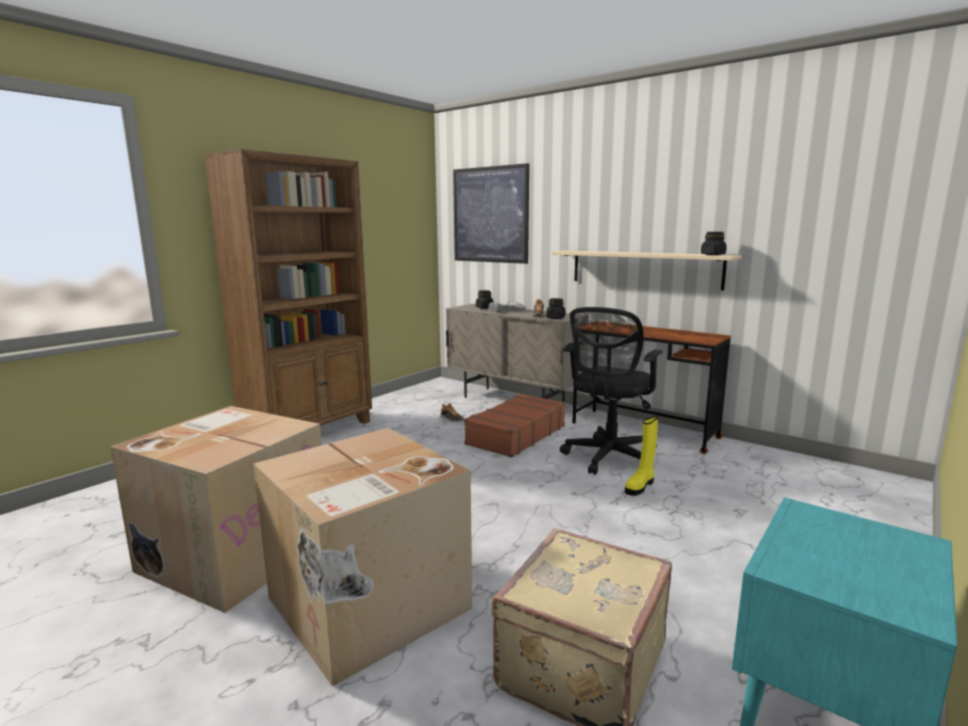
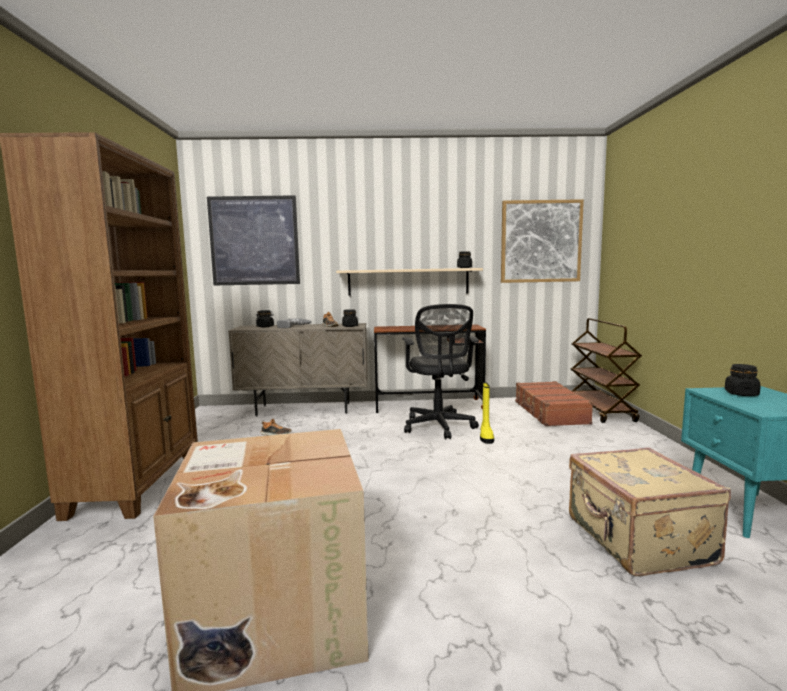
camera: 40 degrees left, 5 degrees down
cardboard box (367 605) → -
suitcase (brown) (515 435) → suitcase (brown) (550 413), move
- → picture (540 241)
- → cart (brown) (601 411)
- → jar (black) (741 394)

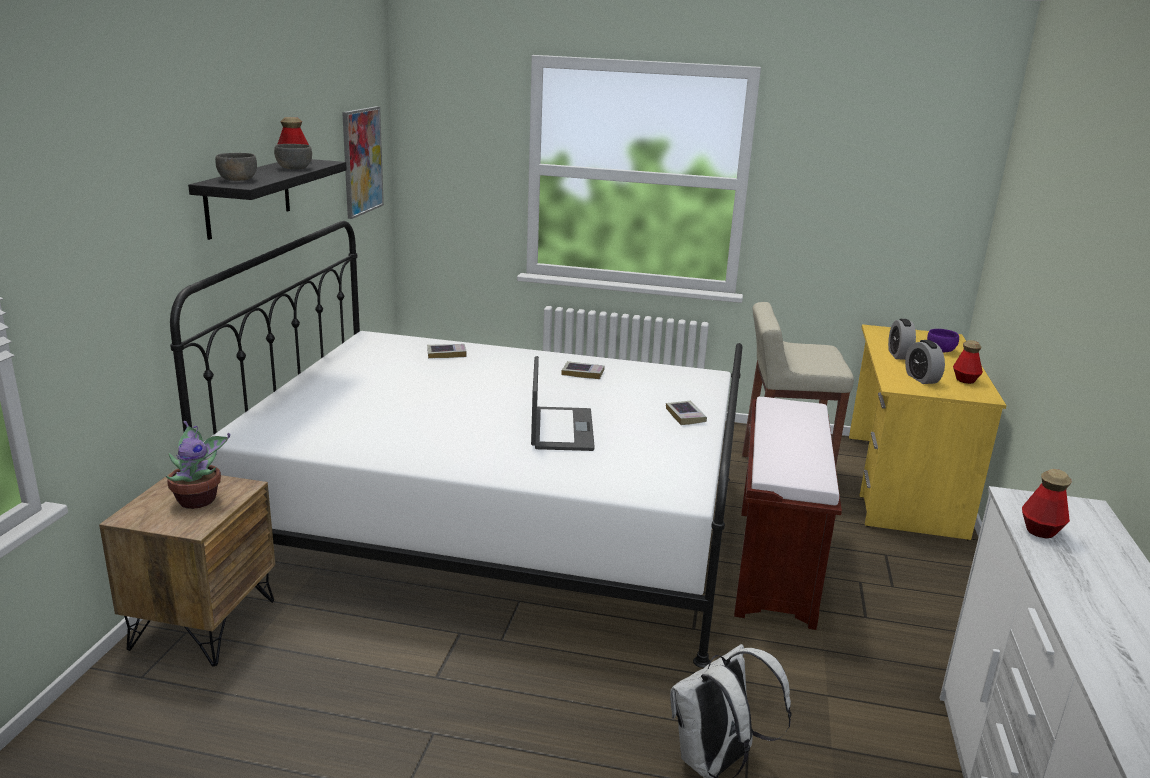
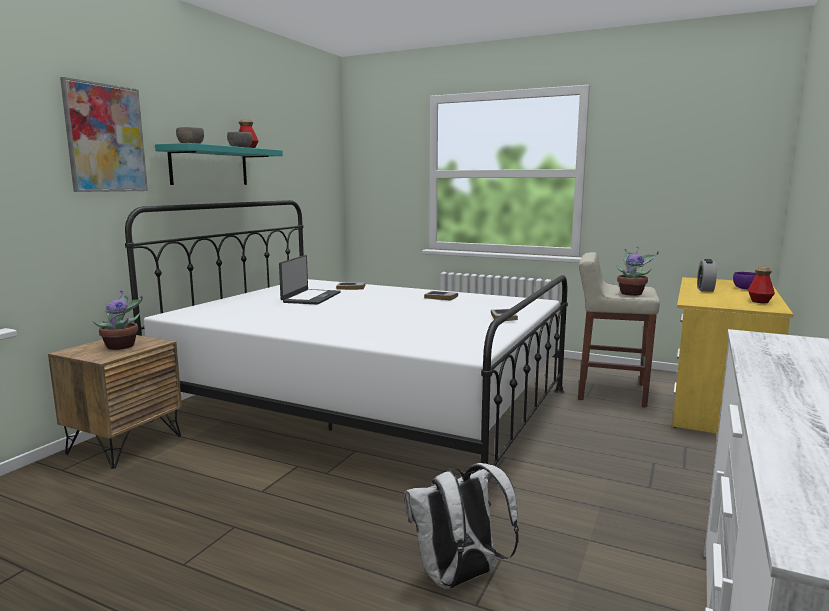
camera: 15 degrees right, 10 degrees down
shelf (black) (248 197) → shelf (turquoise) (209 166)
picture (362 161) → picture (105 138), move
laptop (560 429) → laptop (310 297), move
bench (brown) (773 563) → -
alarm clock (921 378) → -
bottle (1040 530) → -
- → potted plant (632 293)

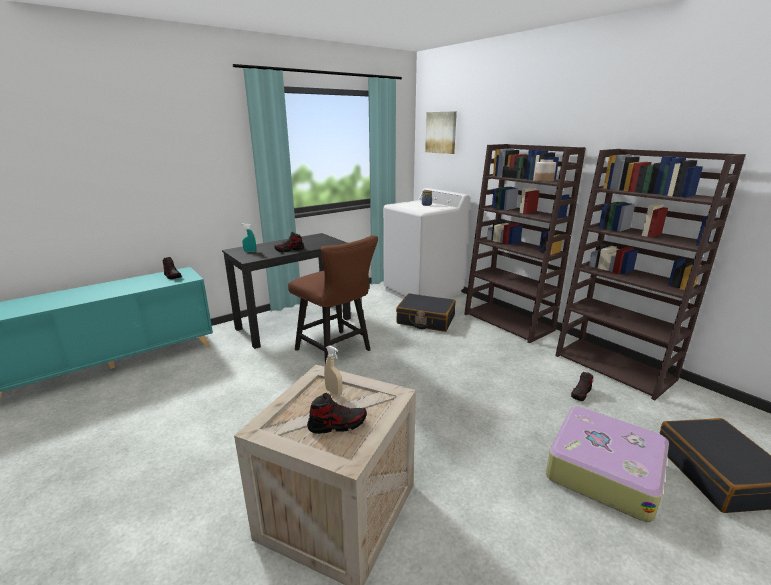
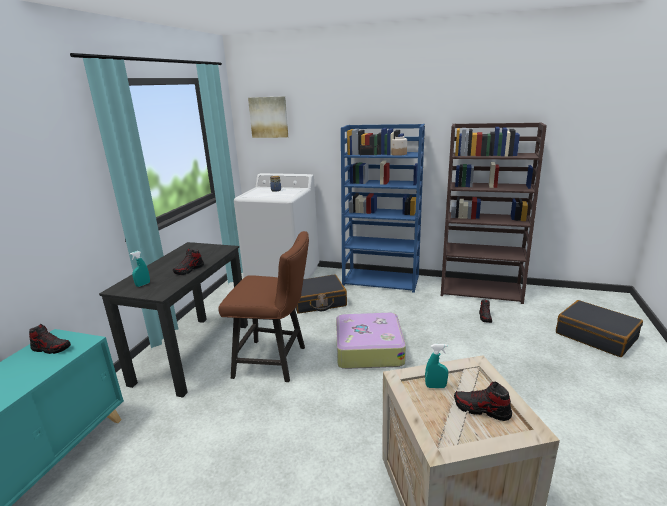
camera: 35 degrees left, 0 degrees up
shoe (337 424) → shoe (481 410), 105 degrees counterclockwise
spray bottle (beige) (334 392) → spray bottle (turquoise) (435 386)
bookcase (brown) (509 322) → bookcase (blue) (381 280)
suitcase (603 470) → suitcase (368 349), move

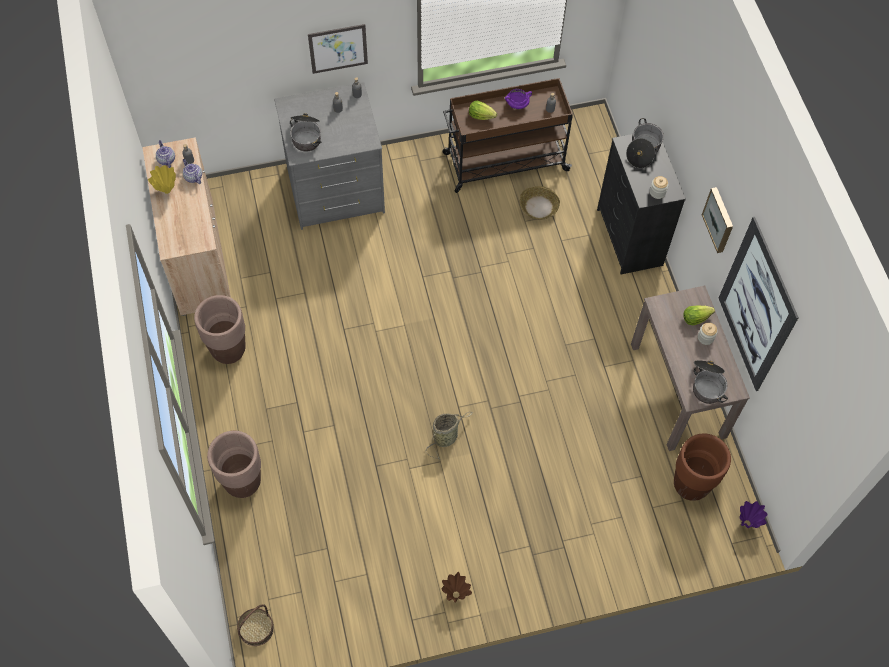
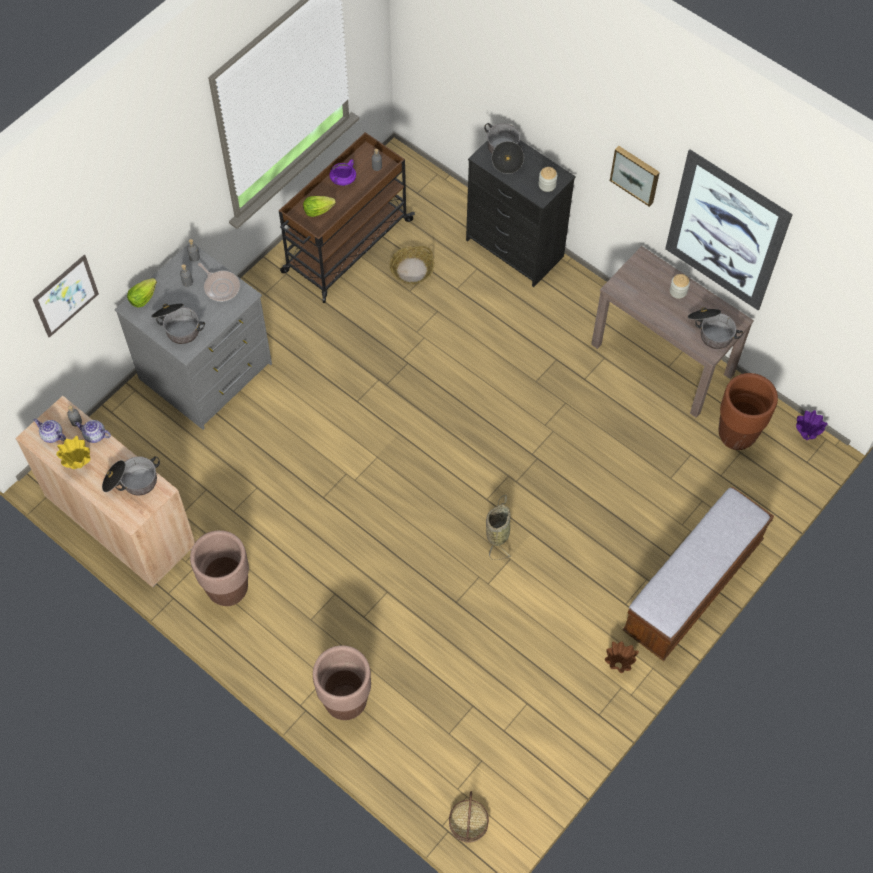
camera: 35 degrees left, 0 degrees up
picture (338 48) → picture (65 296), move
lettuce (695 318) → lettuce (143 298), move
- → cooking pot (131 481)
- → frying pan (221 287)
- → bench (692 586)

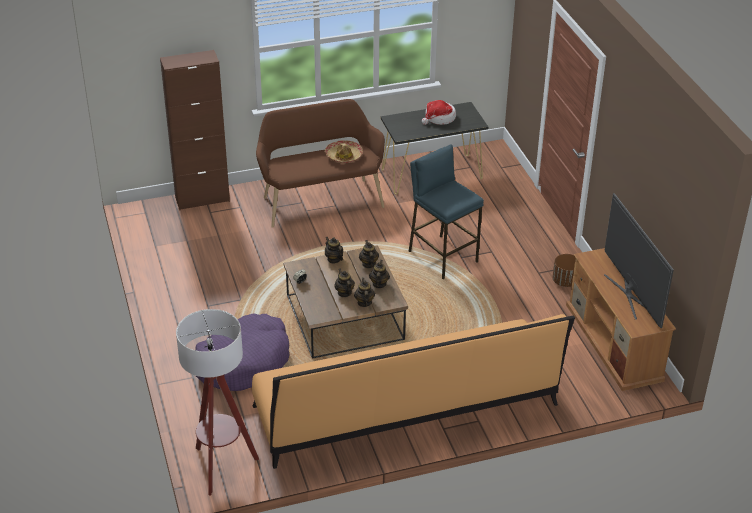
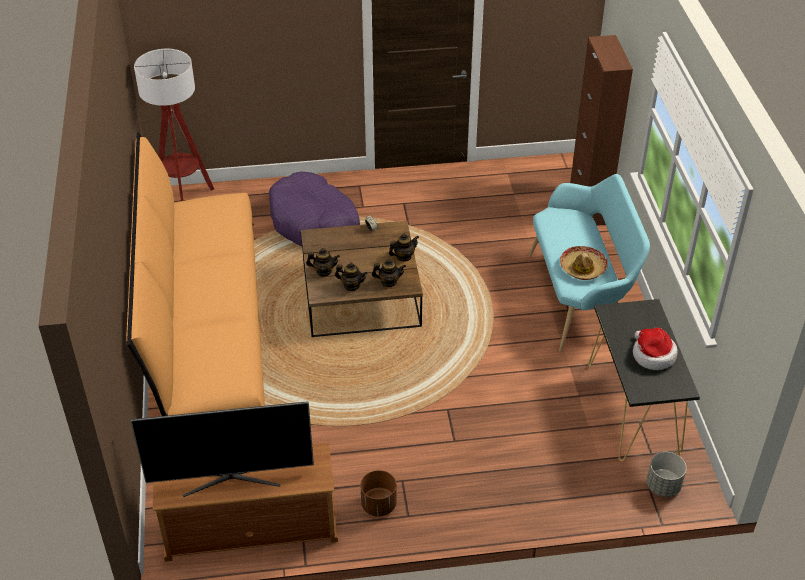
camera: 100 degrees right, 5 degrees up
bench (brown) (320 200) → bench (turquoise) (580 298)
teapot (344 293) → -
stool (blue) (442 256) → -
- → planter (grey) (663 486)

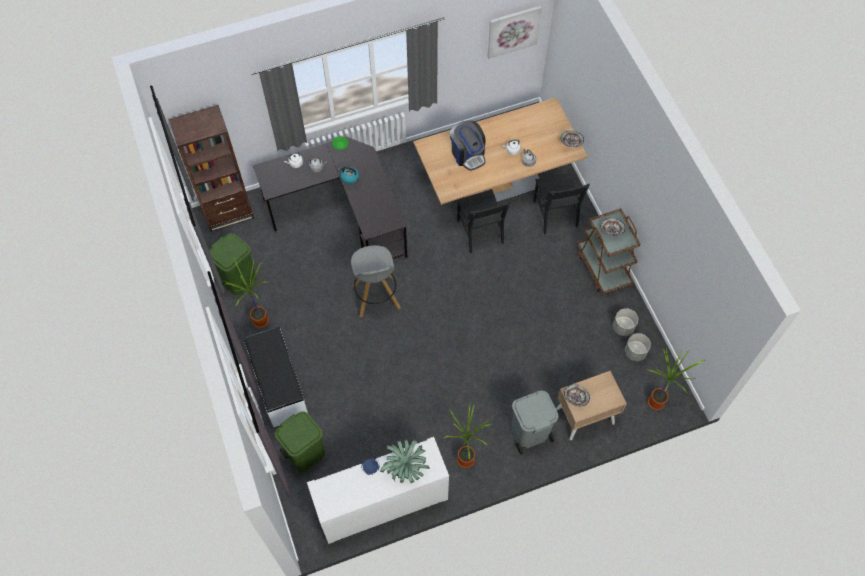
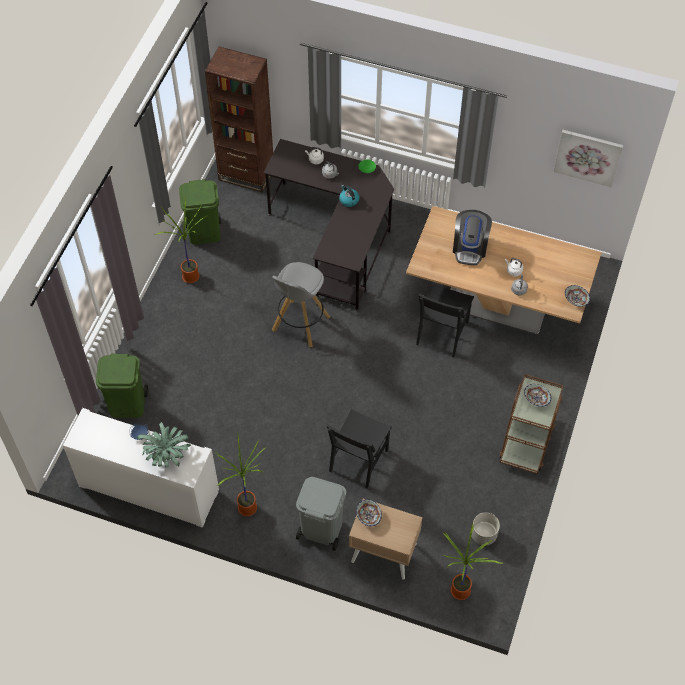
camera: 40 degrees right, 5 degrees down
bench (white) (278 385) → -
chair (black) (555 213) → chair (black) (358 460), move
planter (grey) (623 327) → -

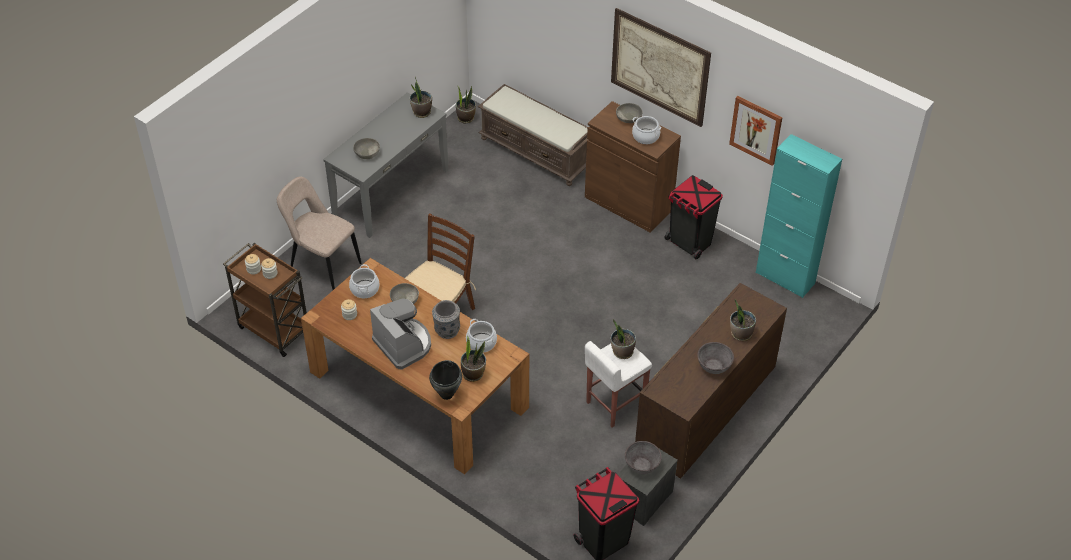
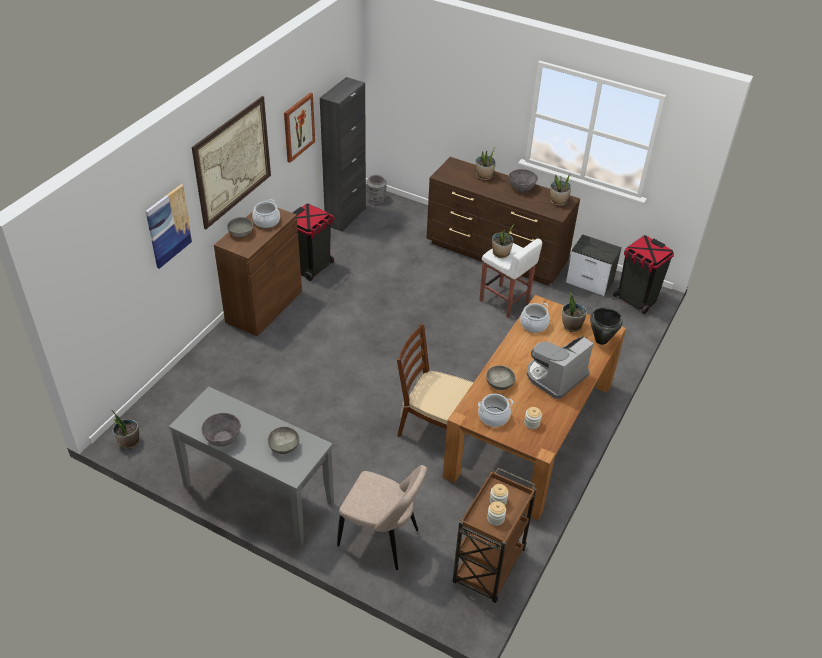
camera: 100 degrees left, 5 degrees down
chair (beige) (322 264) → chair (beige) (382 539), 90 degrees counterclockwise
potted plant (421 112) → potted plant (558 201), move
vase (grey) (447 331) → vase (grey) (376 199), move
bench (brown) (536 152) → -
bowl (grey) (642 465) → bowl (grey) (222 438), move
cabinet (turquoise) (785 278) → cabinet (black) (345 217)
- → picture (168 226)

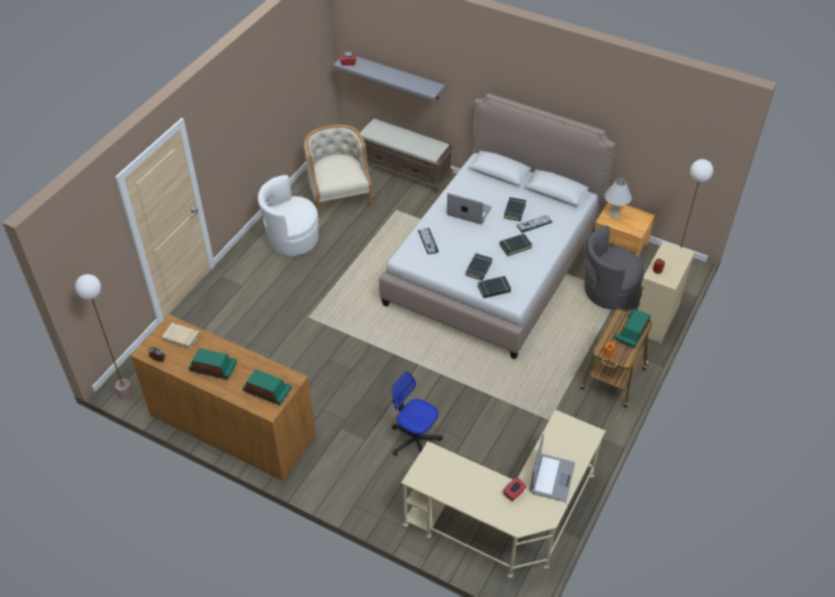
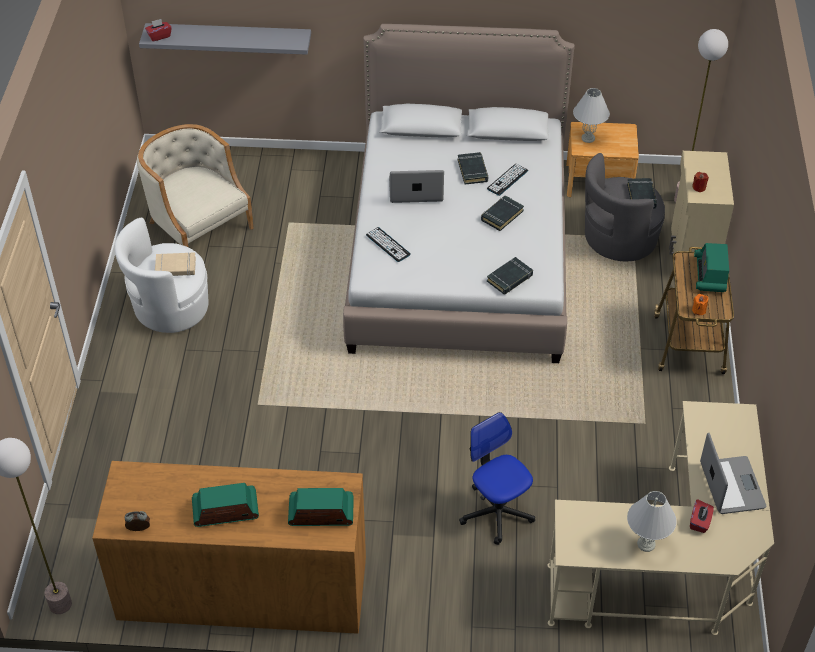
camera: 25 degrees left, 0 degrees up
book (beige) (181 338) → book (beige) (175 267), move
bench (brown) (405 169) → -
office chair (415 440) → office chair (497 512), 45 degrees clockwise
book (black) (479 268) → book (black) (641 196), move
- → table lamp (white) (646 544)

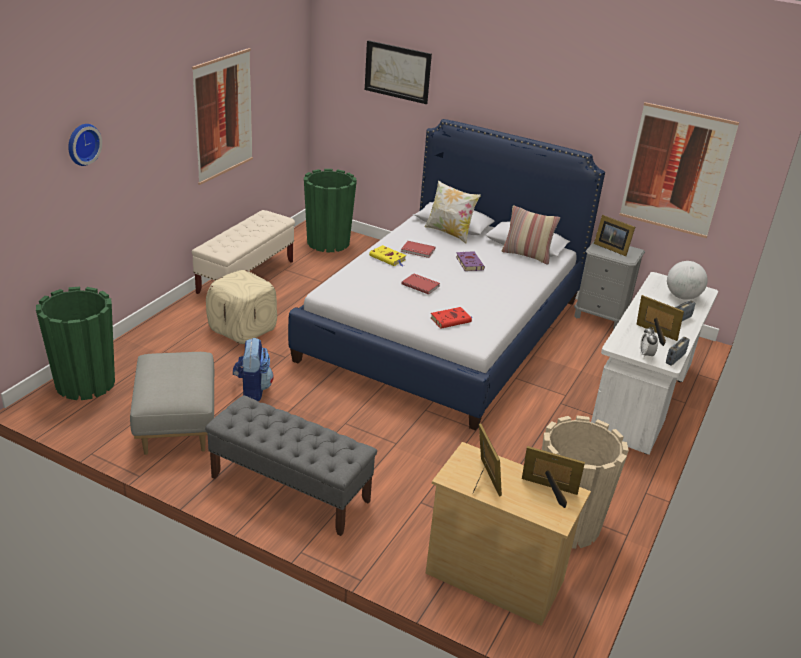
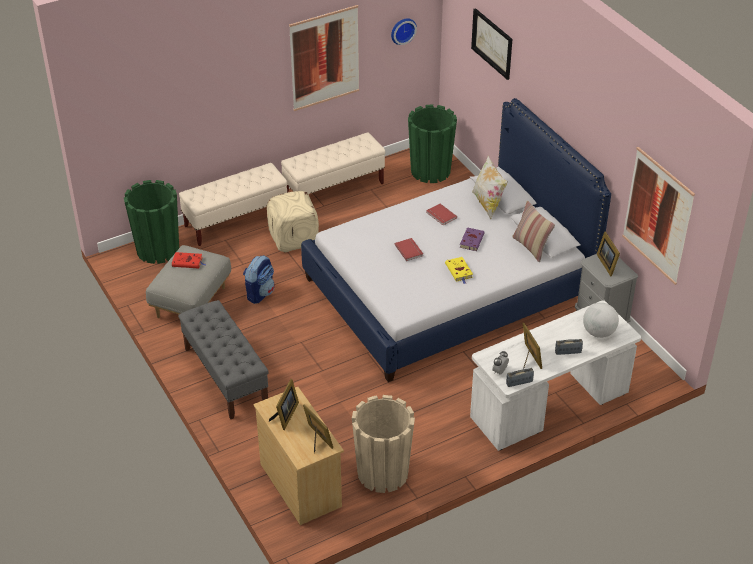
camera: 35 degrees right, 10 degrees up
wall clock (82 144) → wall clock (402 30), move
book (yellow) (388 258) → book (yellow) (459 271), move
book (red) (451 320) → book (red) (188 262), move
- → bench (beige) (236 221)

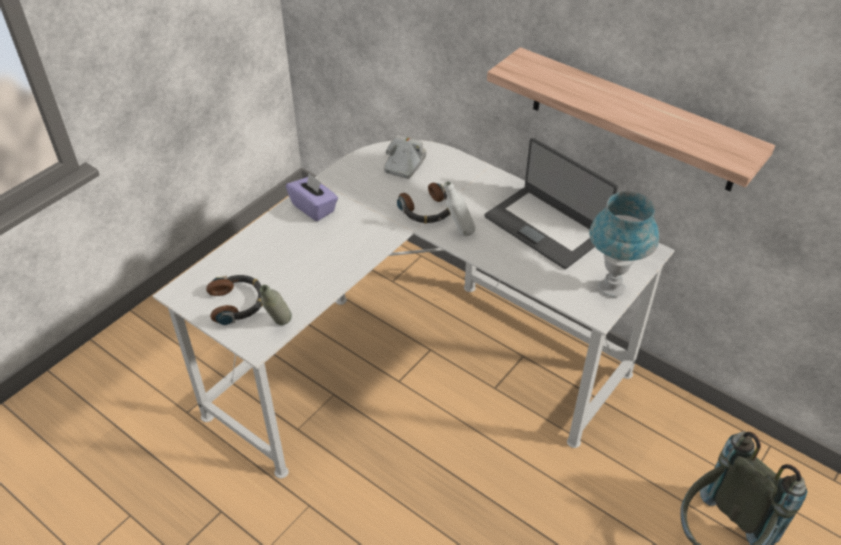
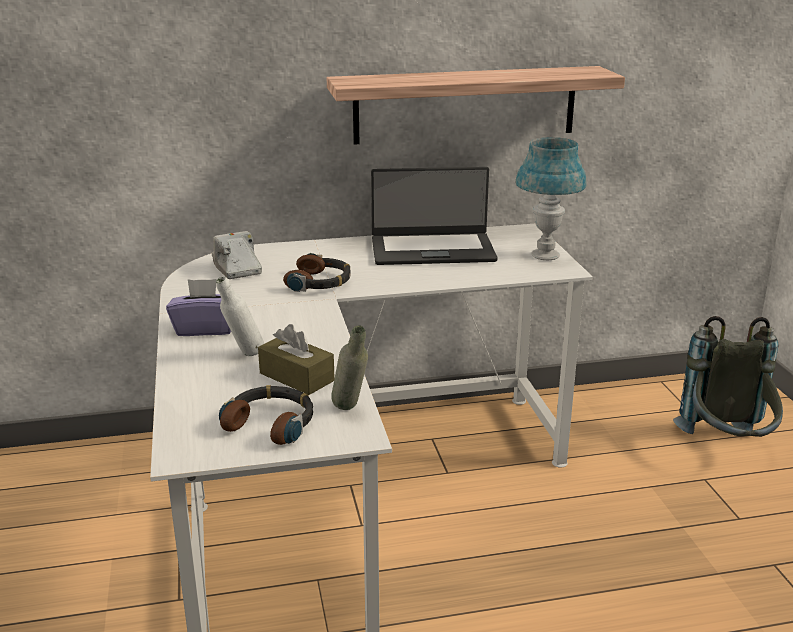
camera: 50 degrees left, 20 degrees down
bottle (white) (458 232) → bottle (white) (243 356), move
- → tissue box (brown) (296 377)

